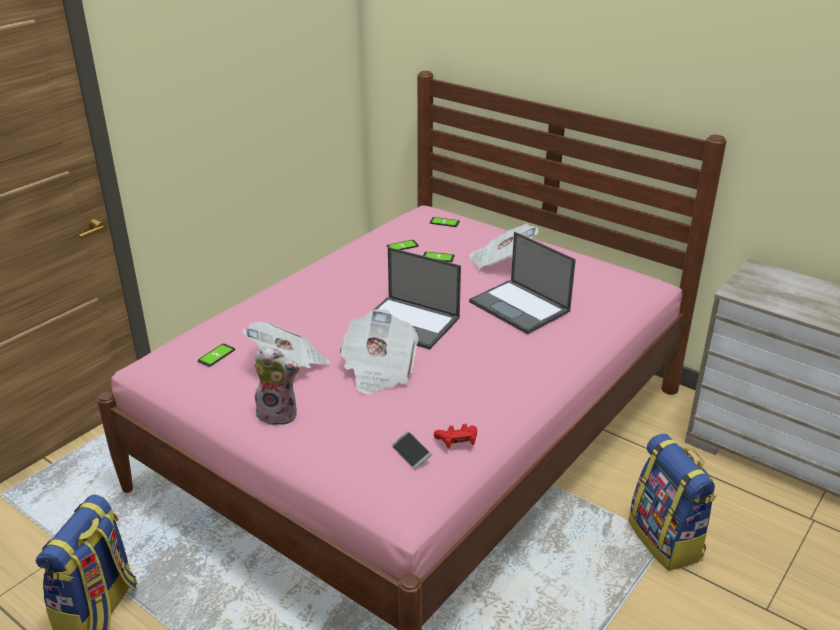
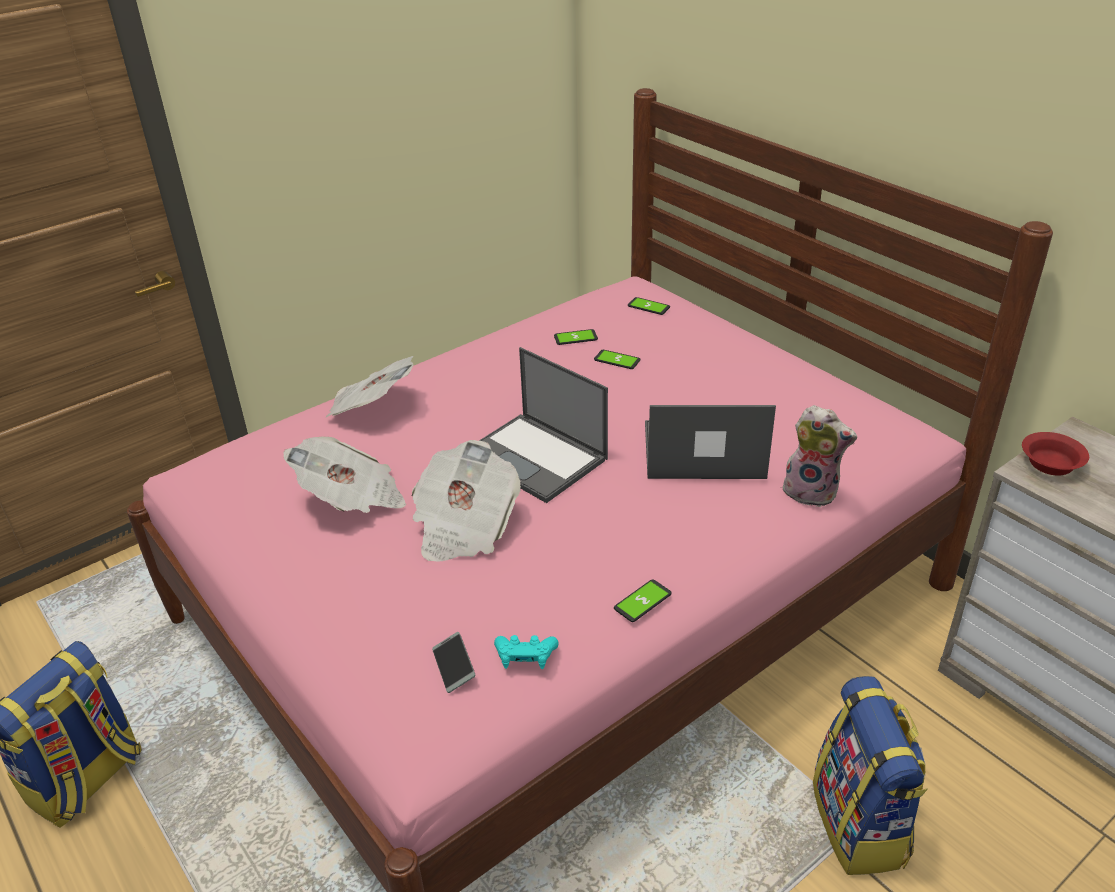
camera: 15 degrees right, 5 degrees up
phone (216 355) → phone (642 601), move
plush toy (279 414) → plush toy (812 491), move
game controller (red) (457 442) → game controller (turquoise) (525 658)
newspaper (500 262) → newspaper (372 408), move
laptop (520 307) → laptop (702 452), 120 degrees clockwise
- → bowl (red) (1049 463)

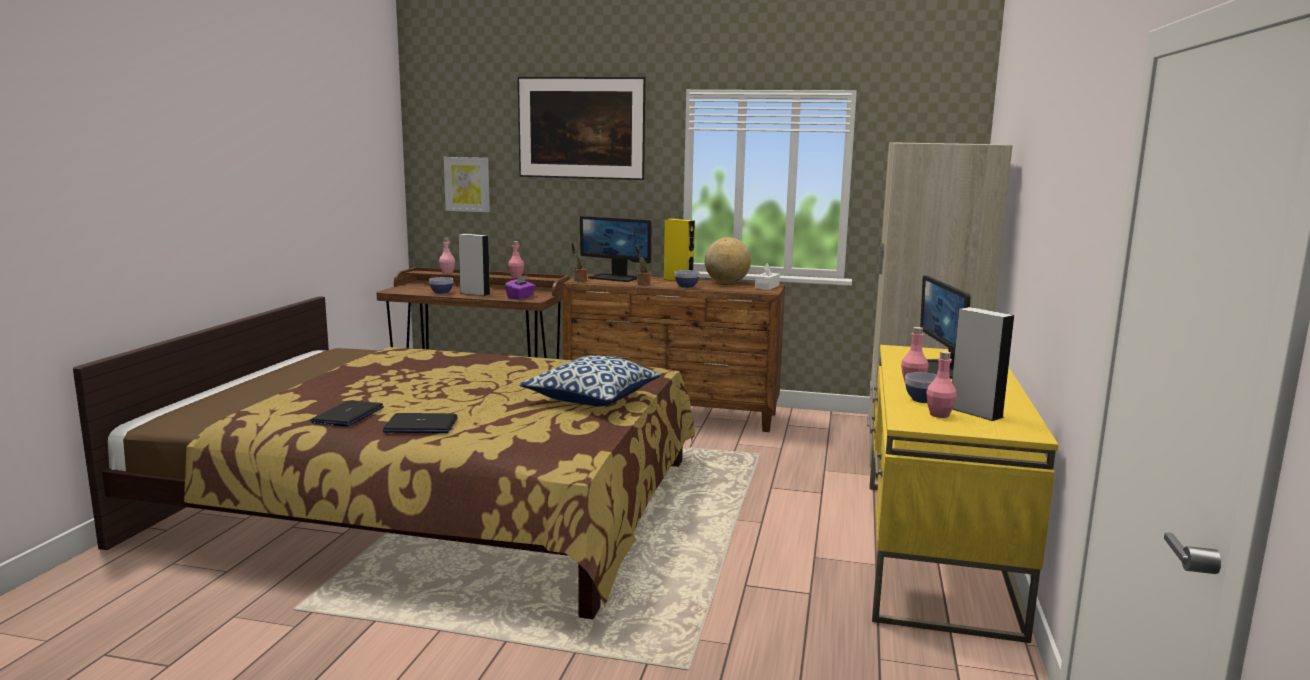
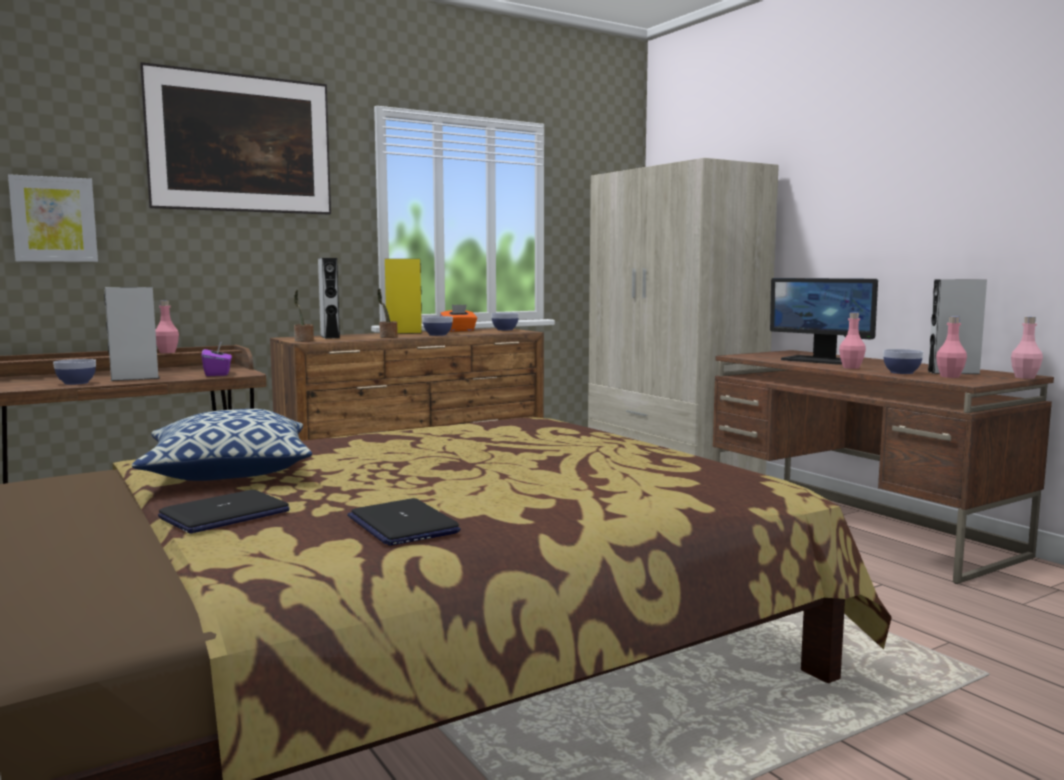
camera: 45 degrees left, 5 degrees down
laptop (420 426) → laptop (225 515), move
bottle (pink) (447 273) → bottle (pink) (1025 377), move
pillow (592 398) → pillow (228 472), move
monitor (615 278) → speaker (grey) (330 337)
globe (727 283) → tissue box (orange) (458 331)
tissue box (white) (767 287) → bowl (505 329)
desk (yellow) (935 553) → desk (brown) (858 528)

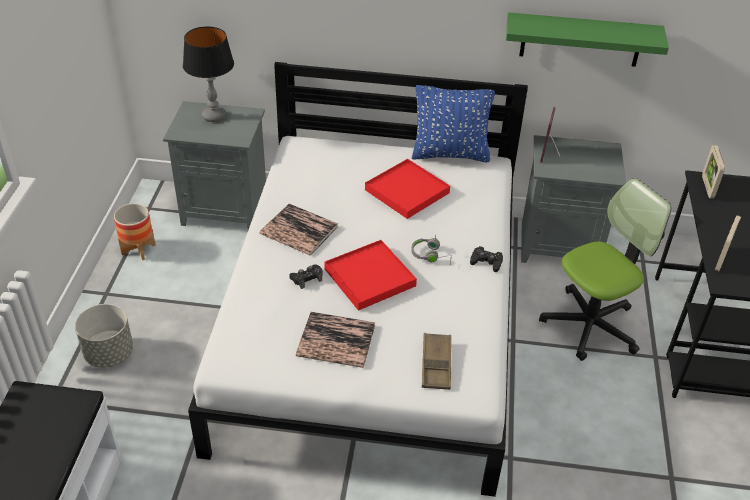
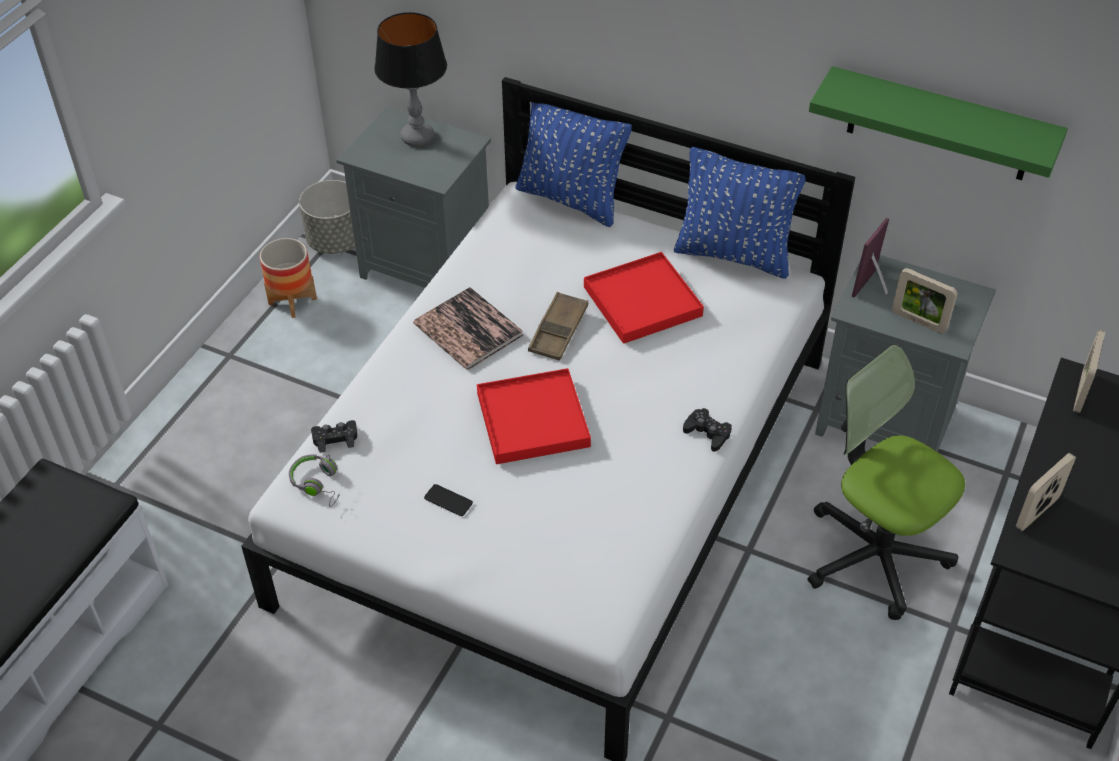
camera: 20 degrees right, 5 degrees up
planter (grey) (109 354) → planter (grey) (335 241), move
game controller (black) (307 278) → game controller (black) (335 438), move
book (336 341) → phone (448 500)
headphones (grey) (431 255) → headphones (grey) (318 484), move
tray (brown) (436 364) → tray (brown) (558 331), move
office chair (590 325) → office chair (875 554), 120 degrees counterclockwise
- → pillow (blue) (571 199)
- → picture frame (918 321)

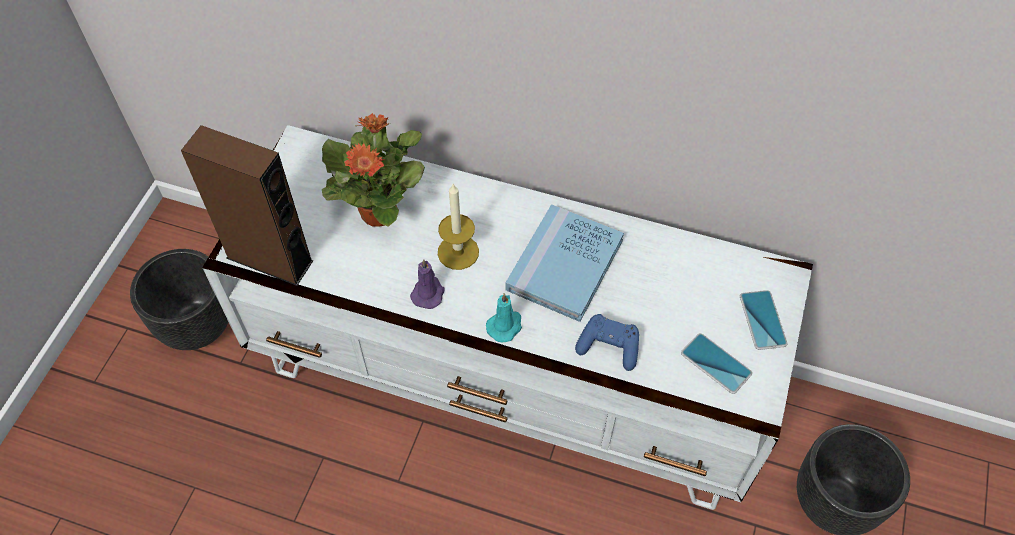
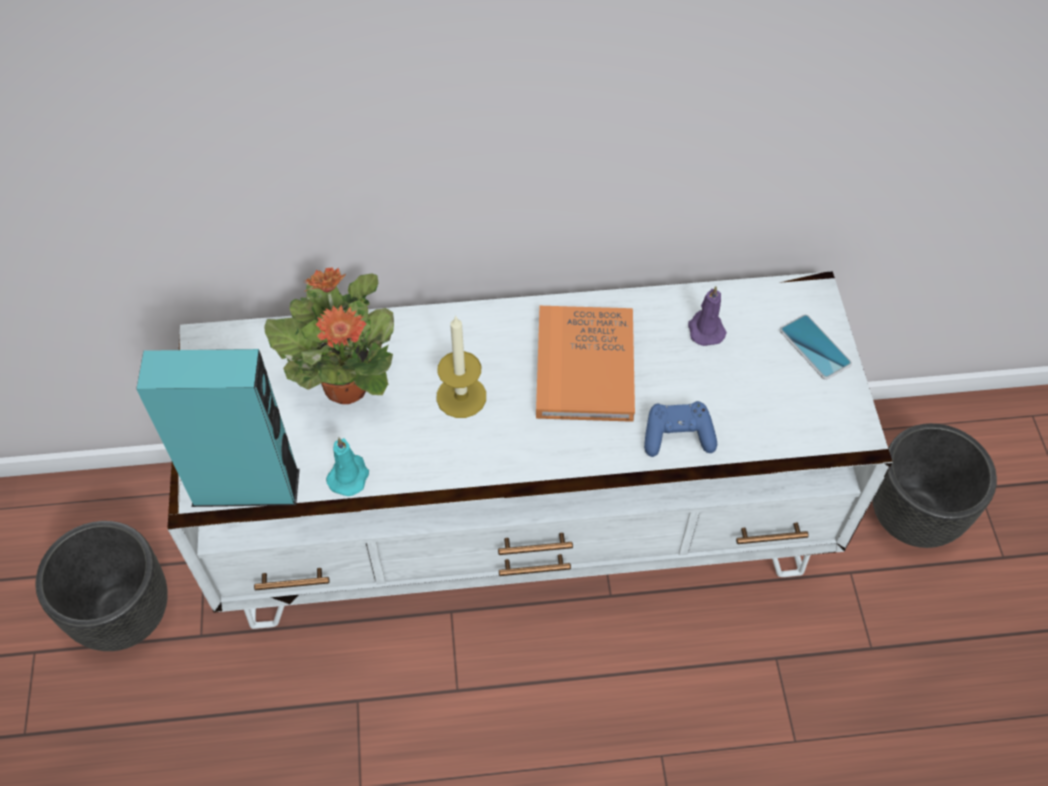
camera: 25 degrees left, 0 degrees up
speaker (brown) (270 259) → speaker (turquoise) (246 487)
candle (purple) (428 293) → candle (purple) (705 329), move
candle (turquoise) (505 326) → candle (turquoise) (349 475), move
book (blue) (565 265) → book (orange) (585 367)
phone (715 363) → -

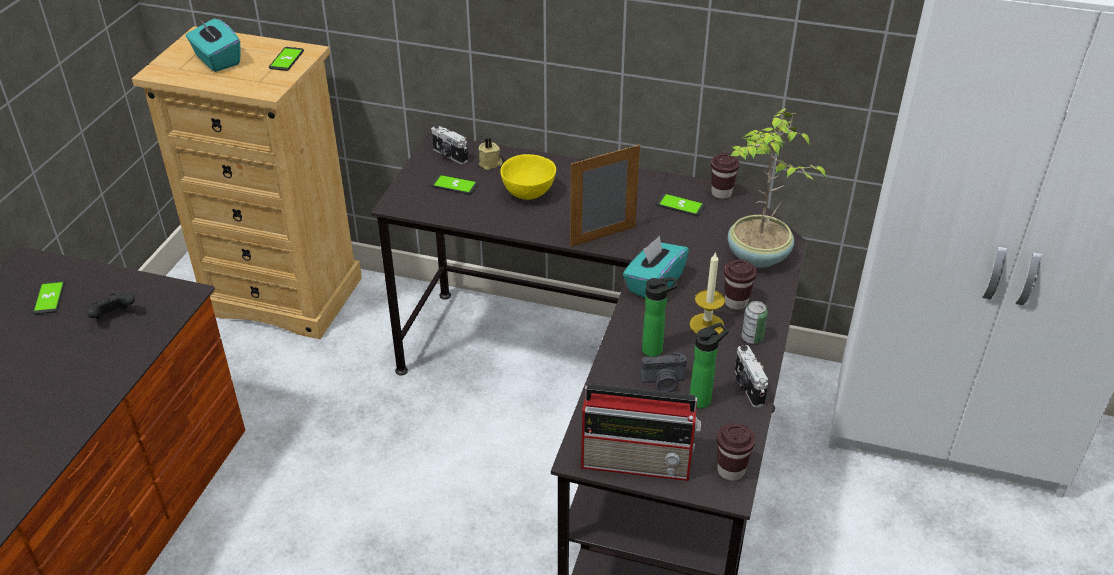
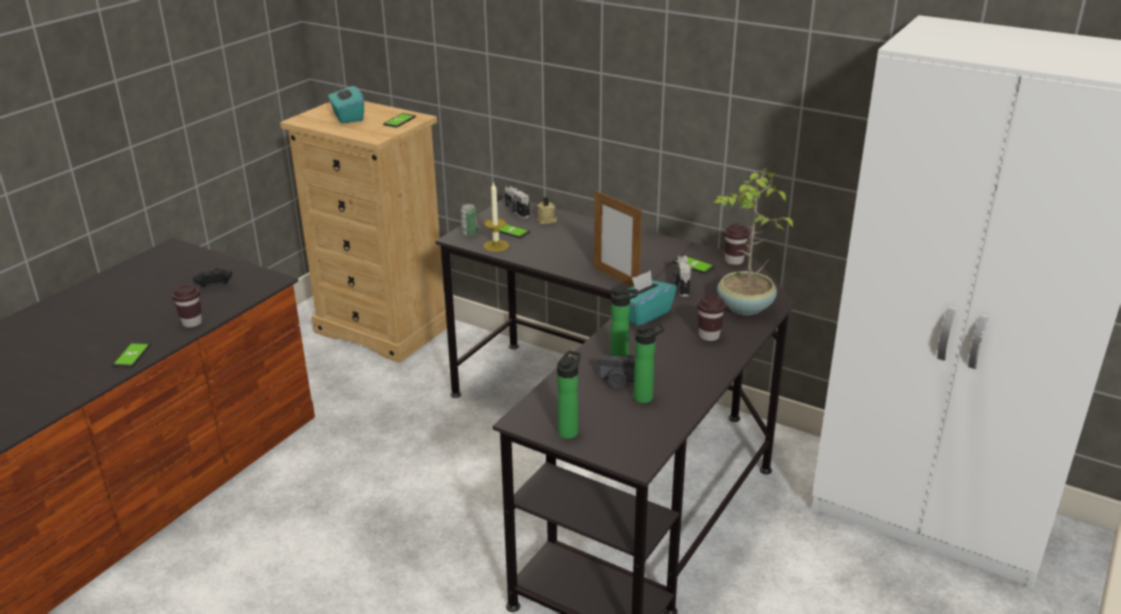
camera: 15 degrees right, 10 degrees down
phone (49 298) → phone (132 356), move
bowl (yellow) (529 194) → -
picture frame (603 236) → picture frame (616 278), 120 degrees counterclockwise
radio (639 461) → bottle (569 430)
candle (706 325) → candle (496 246), move
cup (brown) (731 471) → cup (brown) (192 323), move
photo camera (747 387) → photo camera (681 286), move
can (752 338) → can (469 233), move

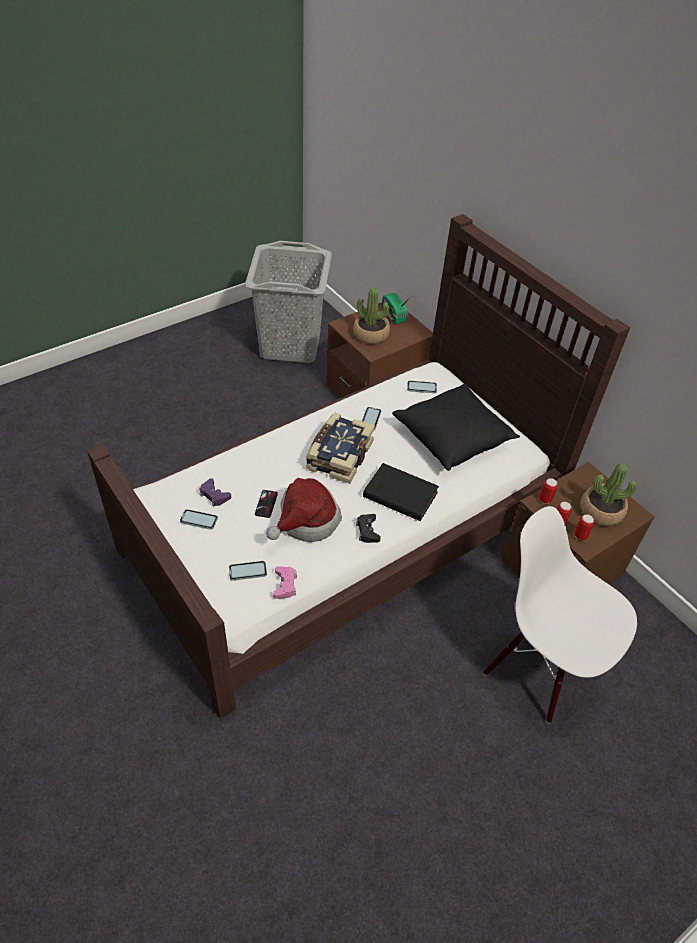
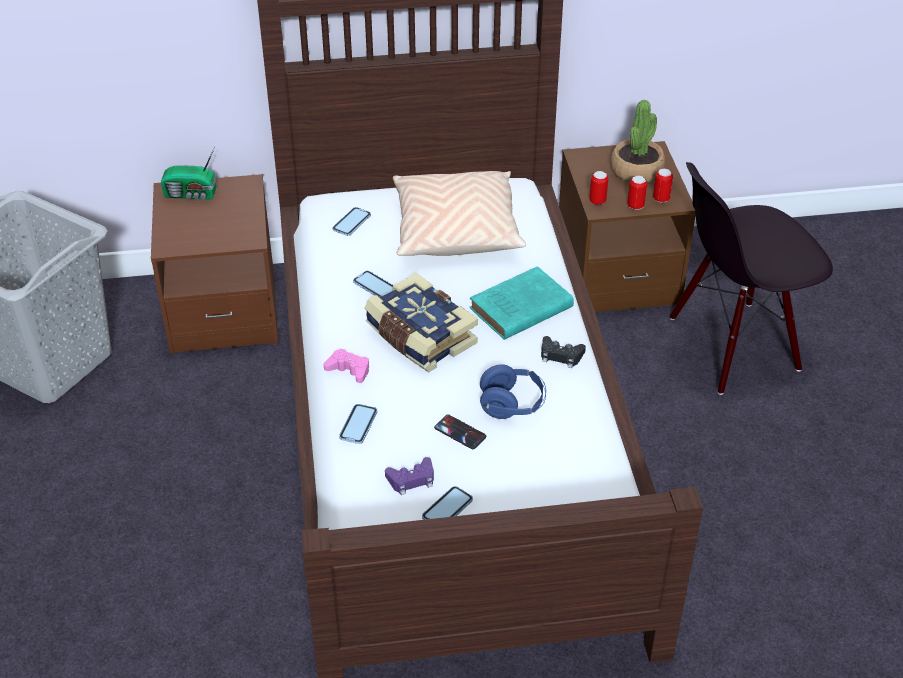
camera: 60 degrees left, 5 degrees down
phone (247 571) → phone (358 425), move
hat (305 521) → headphones (blue) (512 405)
game controller (pink) (285 585) → game controller (pink) (349 370), move
potted plant (371 334) → -
book (black) (398 494) → book (turquoise) (519 309)
pillow (black) (453 437) → pillow (beige) (455 230)
chair (white) (542 667) → chair (black) (733 345)

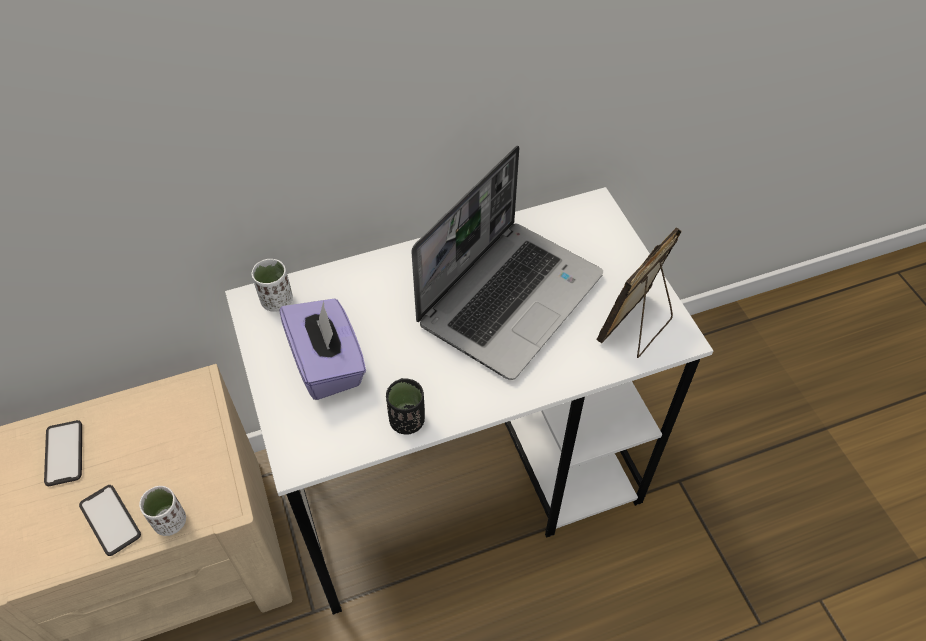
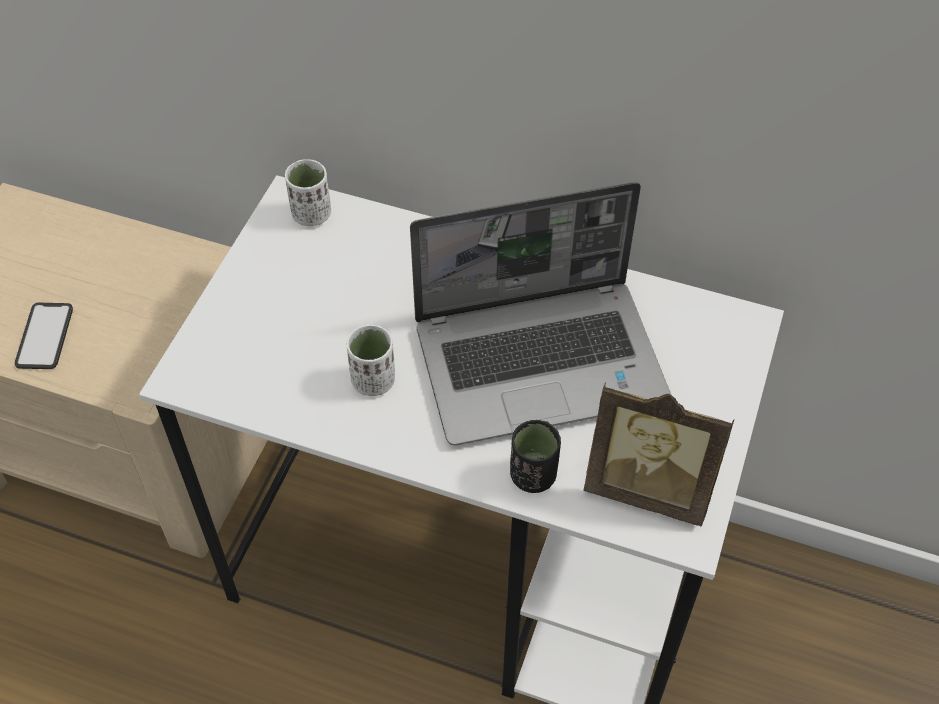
camera: 40 degrees right, 0 degrees up
phone (64 453) → -
cup (white) (170 521) → cup (white) (373 381), move
tissue box (purple) (328 364) → -
cup (black) (407 421) → cup (black) (533 475), move
picture frame (636 328) → picture frame (648 487), 150 degrees counterclockwise

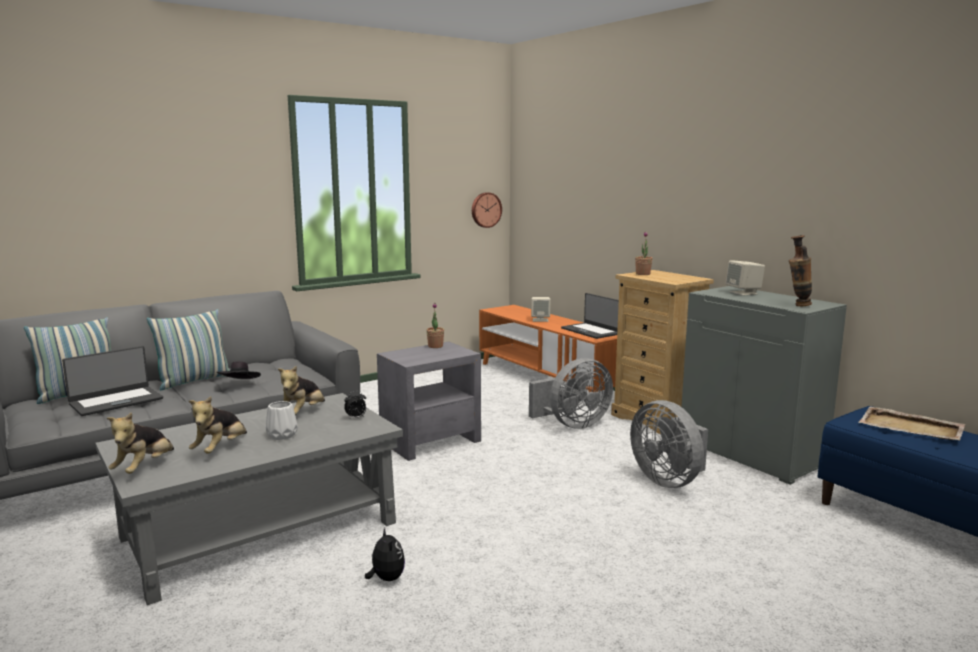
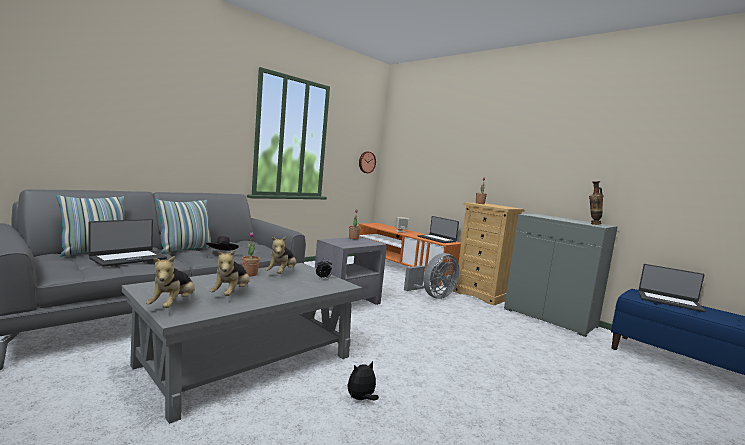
camera: 10 degrees left, 5 degrees down
vase (white) (282 435) → -
plush toy (386 579) → plush toy (361 399), 90 degrees counterclockwise
fan (grey) (668 480) → -
speaker (beige) (743 293) → -
tray (beige) (912 427) → laptop (669 301)
- → potted plant (250 274)

